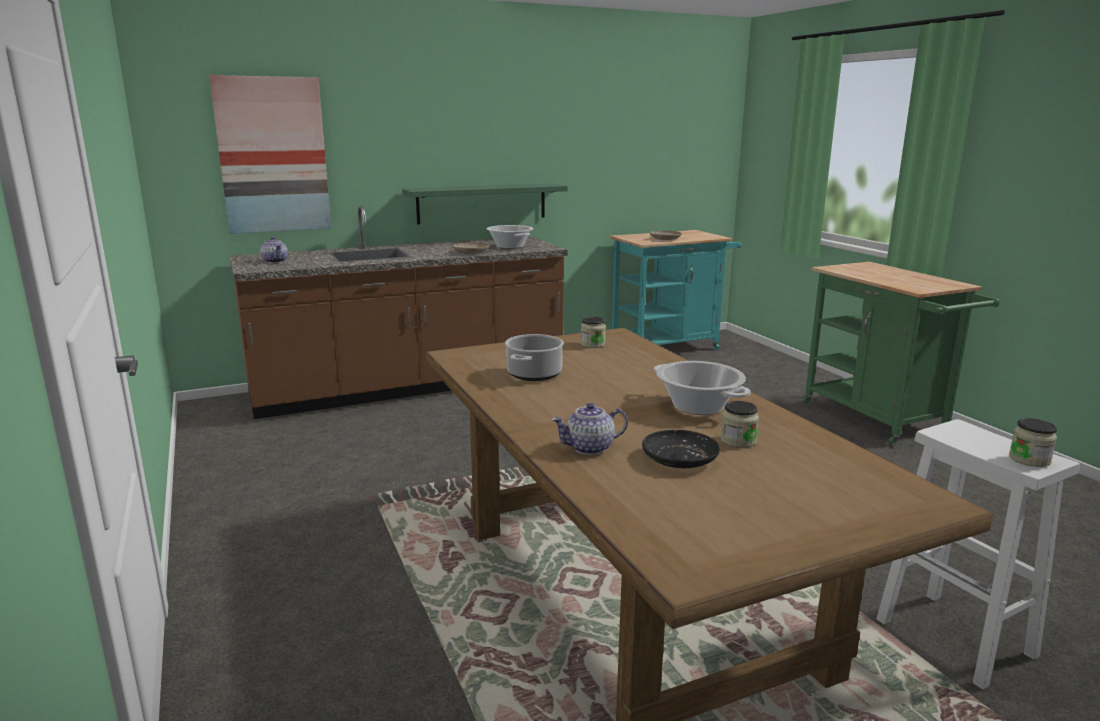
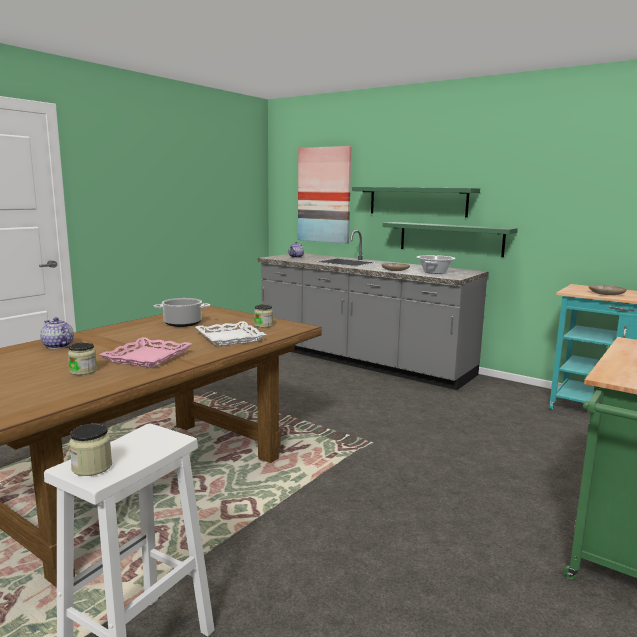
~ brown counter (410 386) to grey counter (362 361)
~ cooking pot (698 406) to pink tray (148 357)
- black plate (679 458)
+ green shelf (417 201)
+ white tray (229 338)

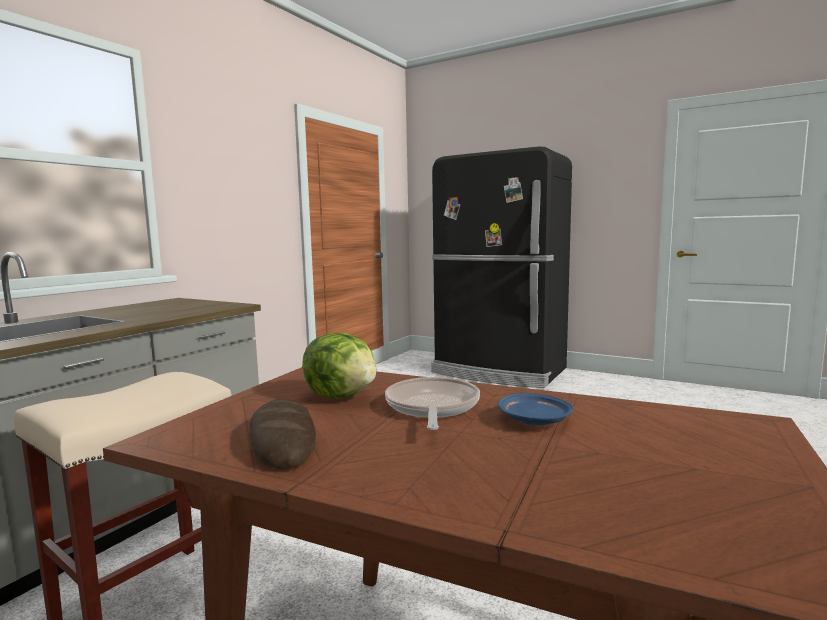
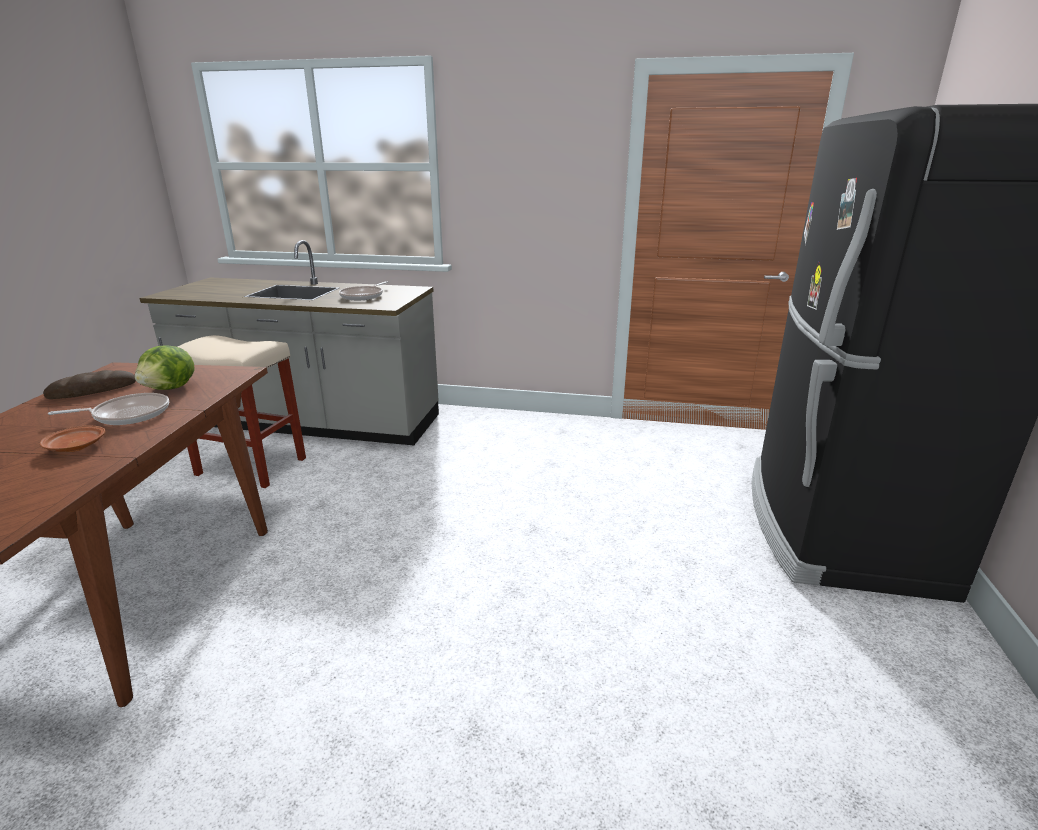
~ blue plate (535 420) to brown plate (75 447)
+ frying pan (363 296)

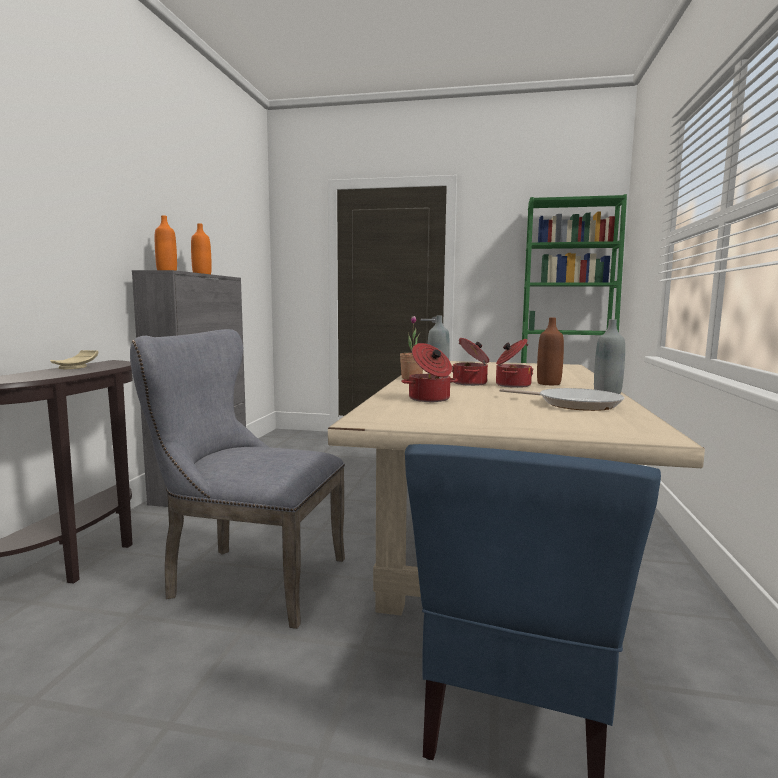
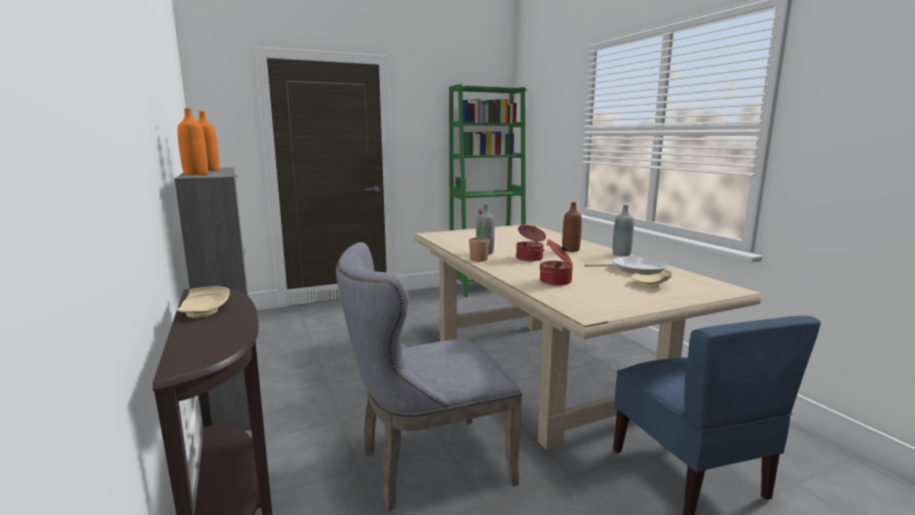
- cooking pot (512 385)
+ beige plate (651 285)

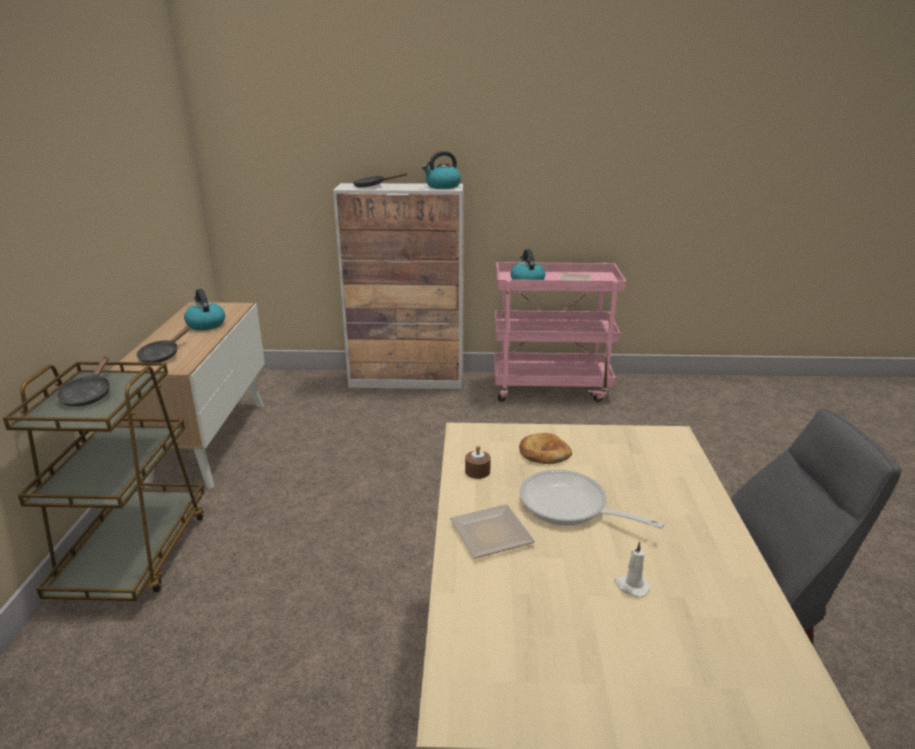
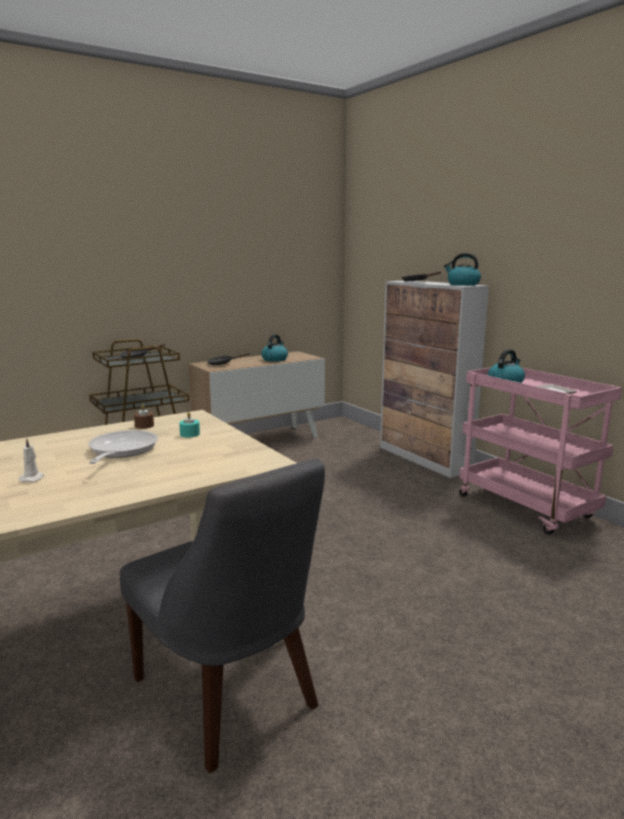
~ bread (544 452) to turquoise candle (190 434)
- plate (489 536)

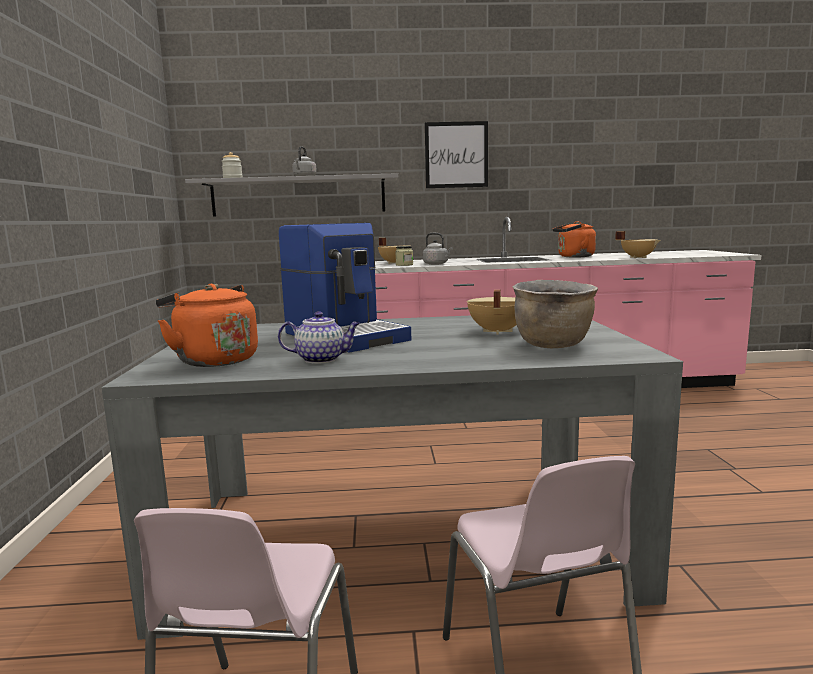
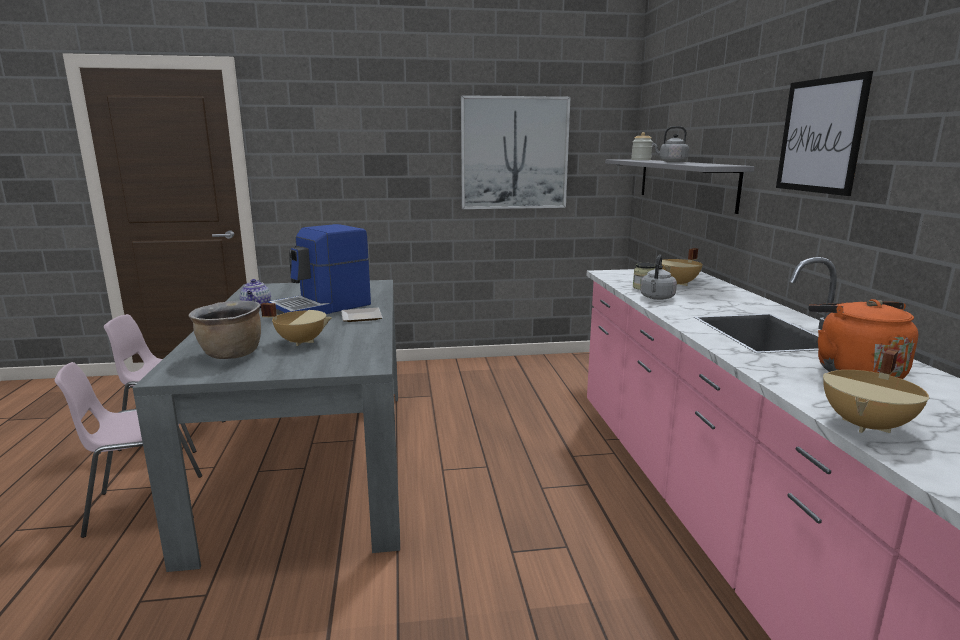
- orange kettle (214 360)
+ picture (514 153)
+ plate (363 317)

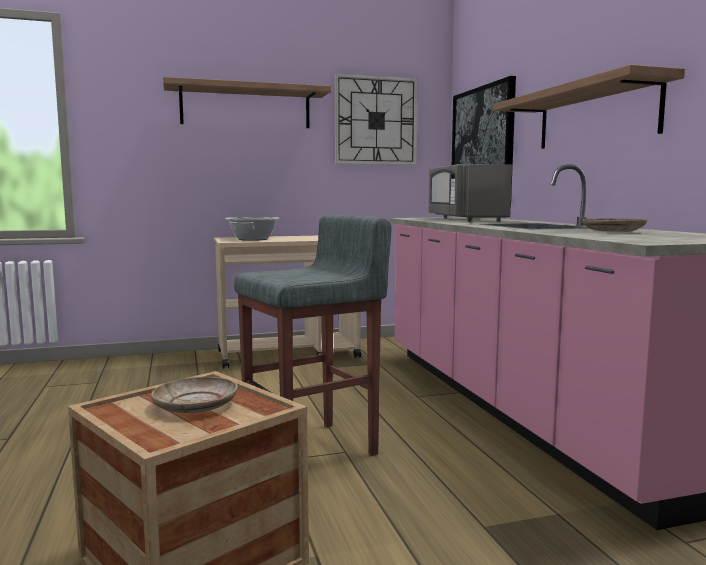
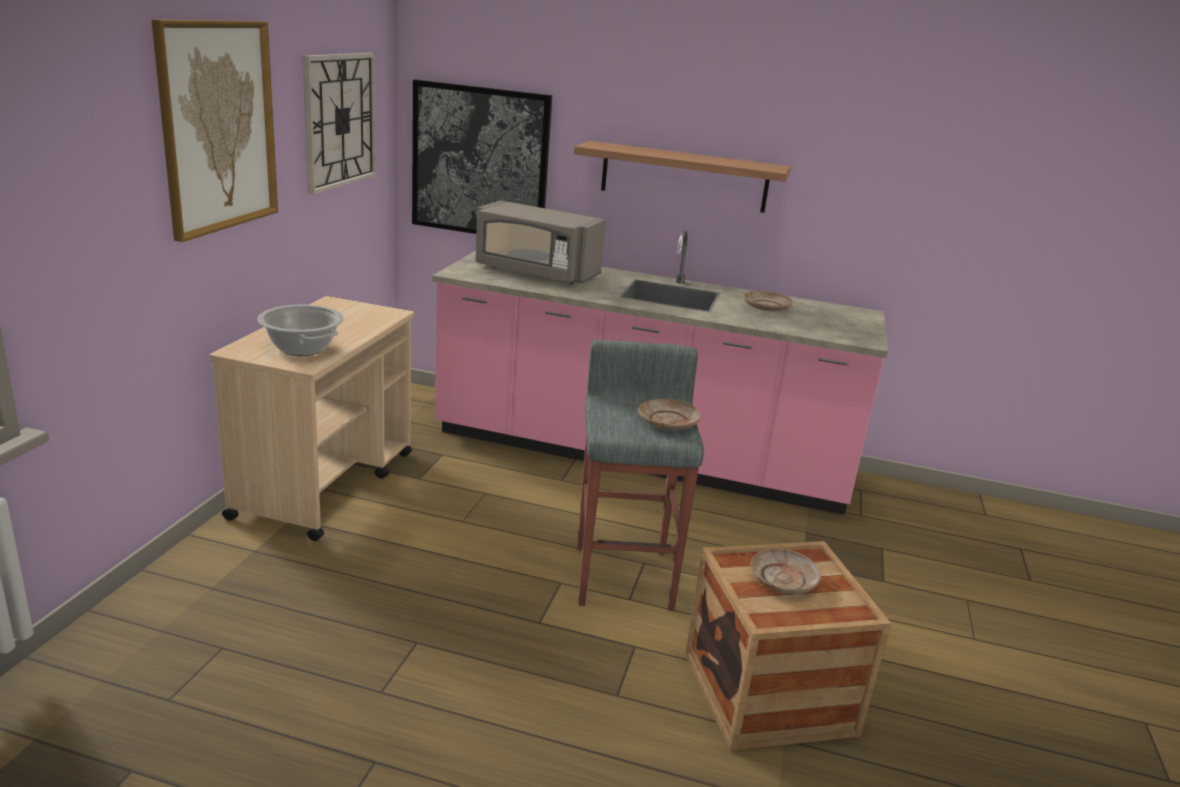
~ shelf (246 107) to picture (218 127)
+ beige plate (668 422)

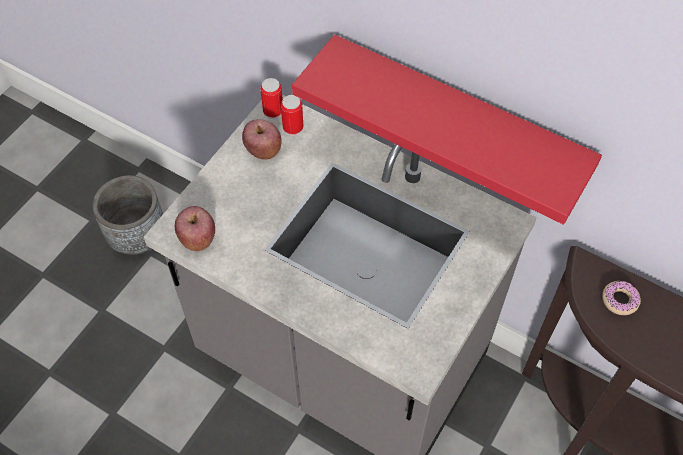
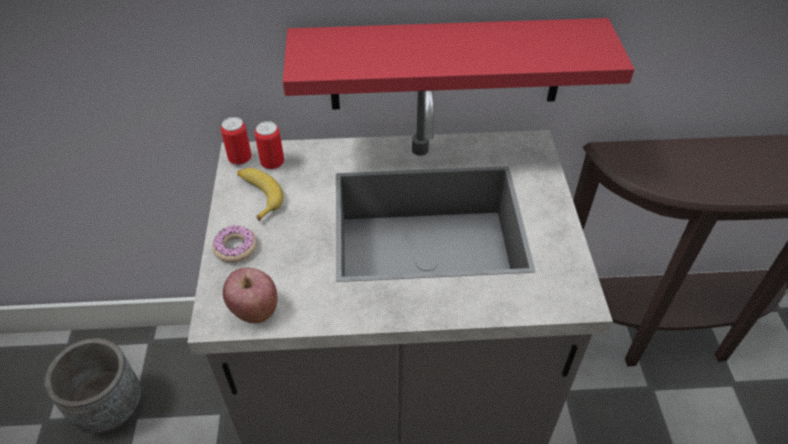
~ apple (263 150) to banana (258 195)
~ donut (619 300) to (235 248)

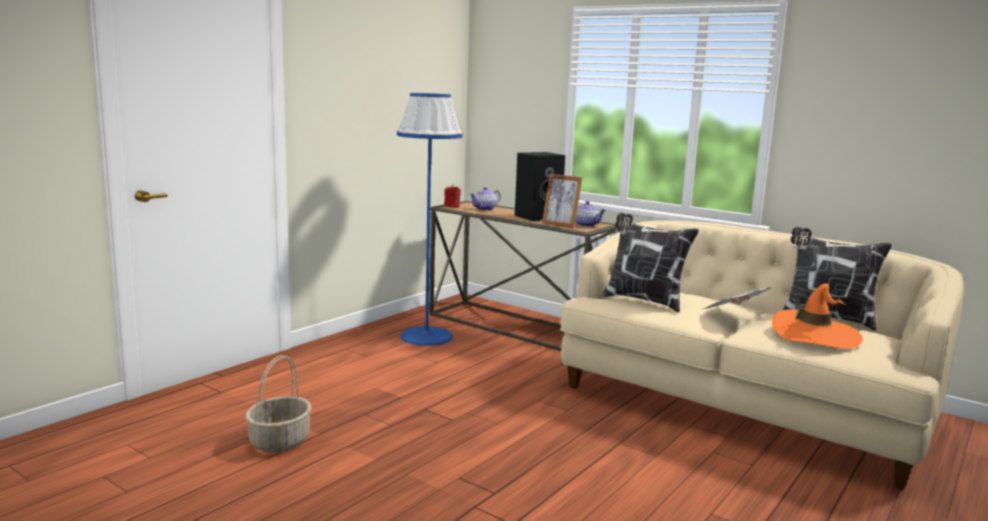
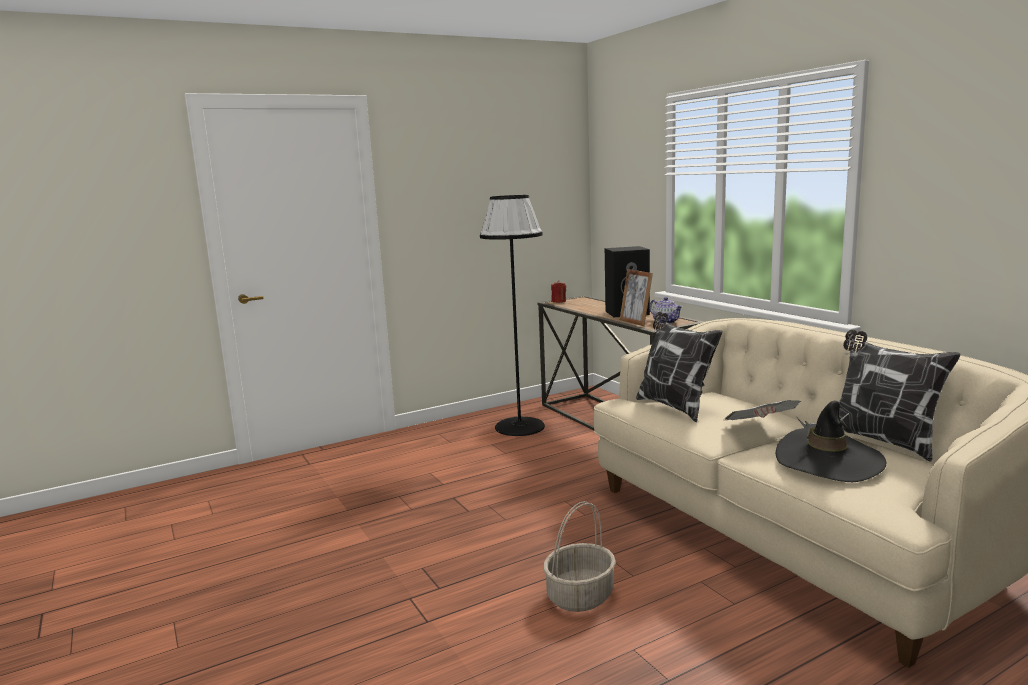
~ blue floor lamp (426 336) to black floor lamp (520 426)
- teapot (484 209)
~ orange hat (815 335) to black hat (828 461)
~ basket (279 441) to (580 595)

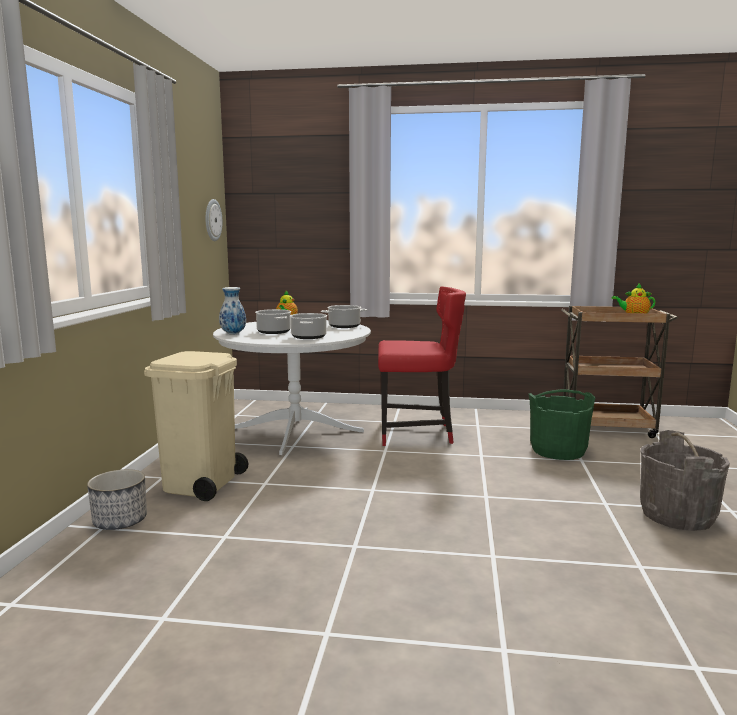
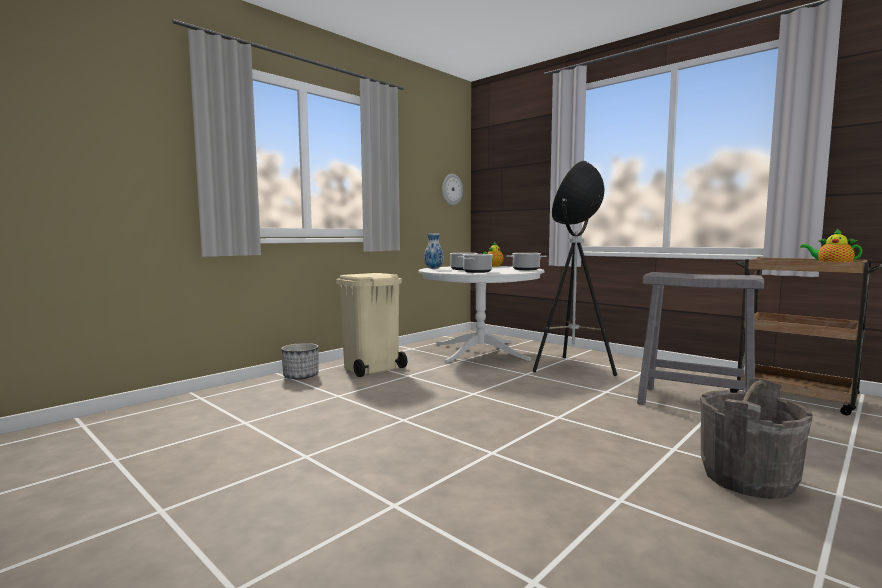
~ red chair (417 434) to floor lamp (573 369)
~ green bucket (558 450) to grey stool (696 403)

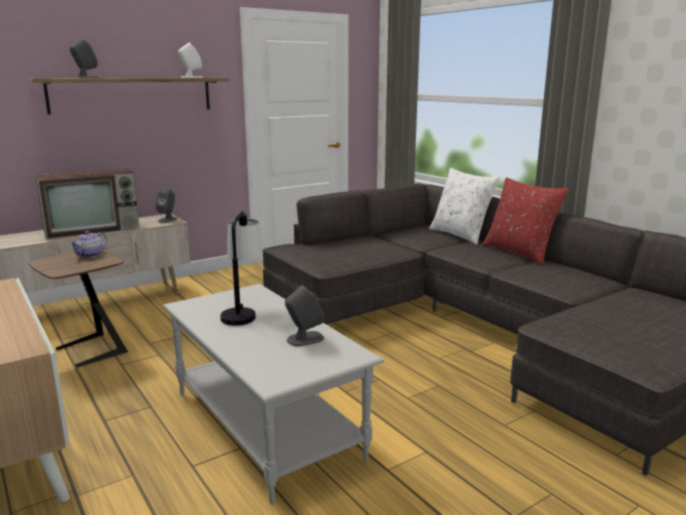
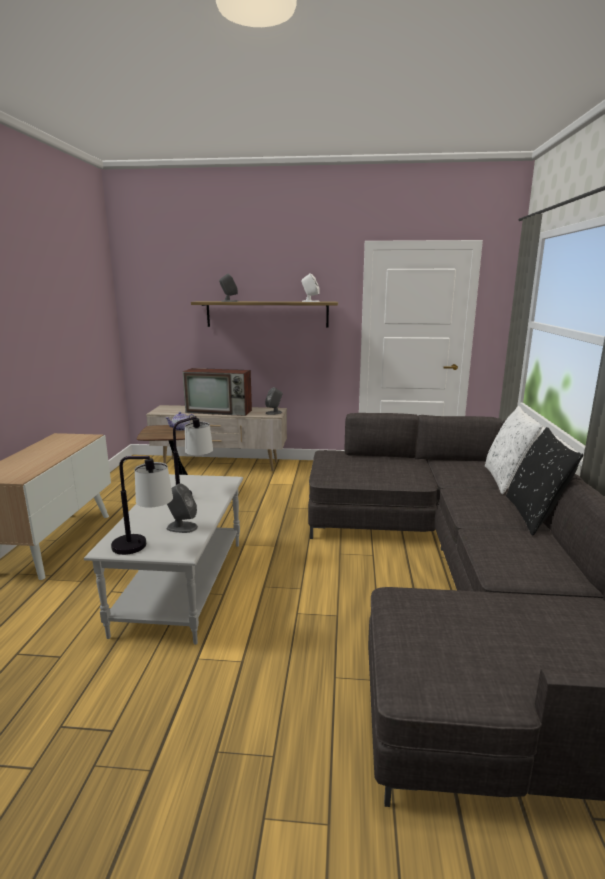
~ red pillow (519 252) to black pillow (534 515)
+ table lamp (144 547)

